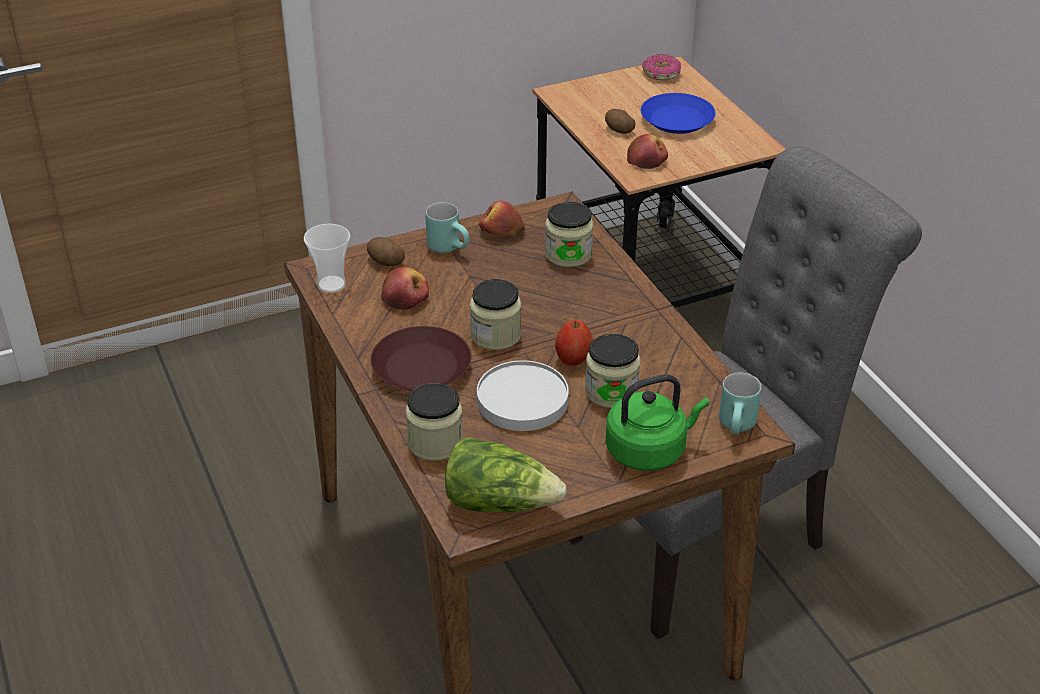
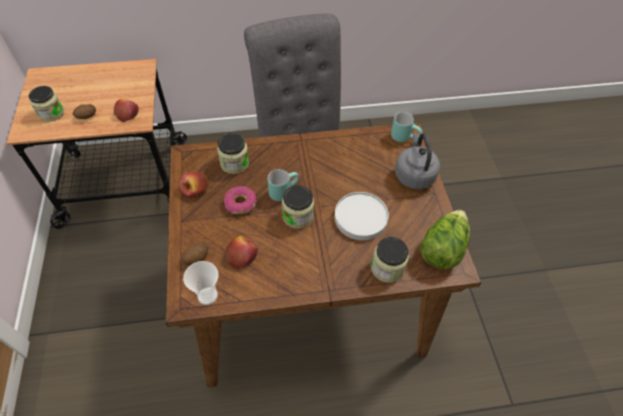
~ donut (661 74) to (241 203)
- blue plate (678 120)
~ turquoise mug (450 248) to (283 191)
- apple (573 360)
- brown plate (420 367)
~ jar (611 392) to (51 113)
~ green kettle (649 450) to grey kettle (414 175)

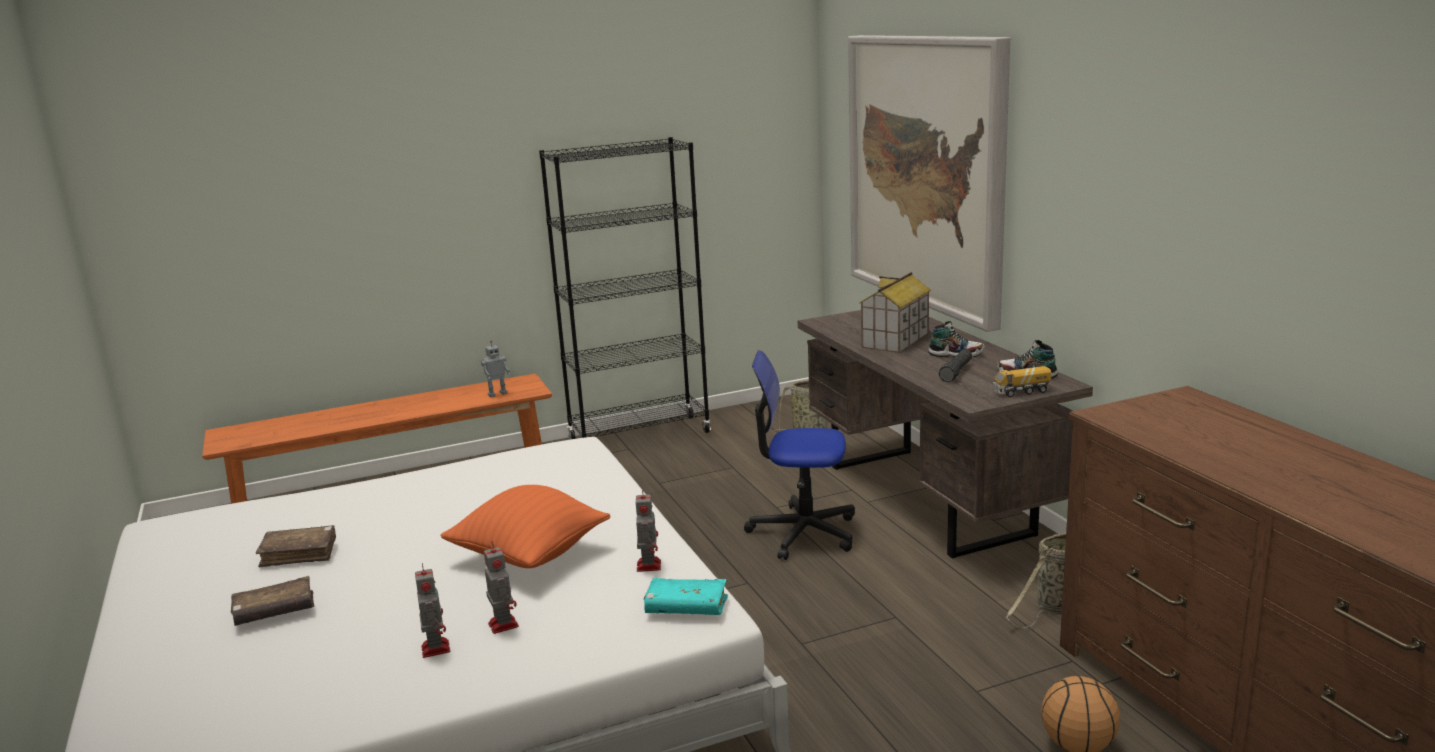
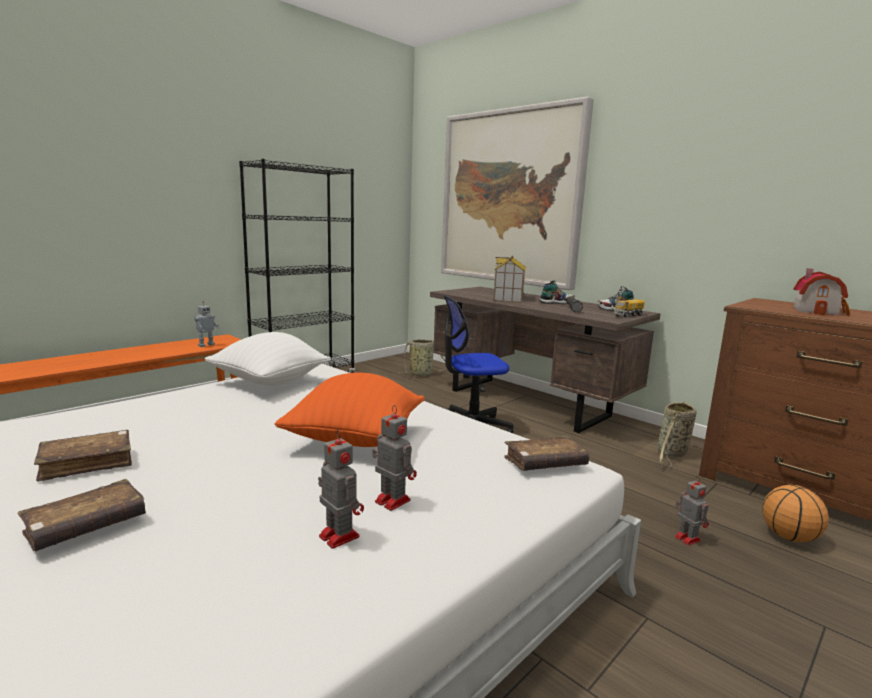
~ toy robot (648 565) to (686 538)
~ turquoise book (686 608) to brown book (545 464)
+ toy house (818 311)
+ white pillow (270 382)

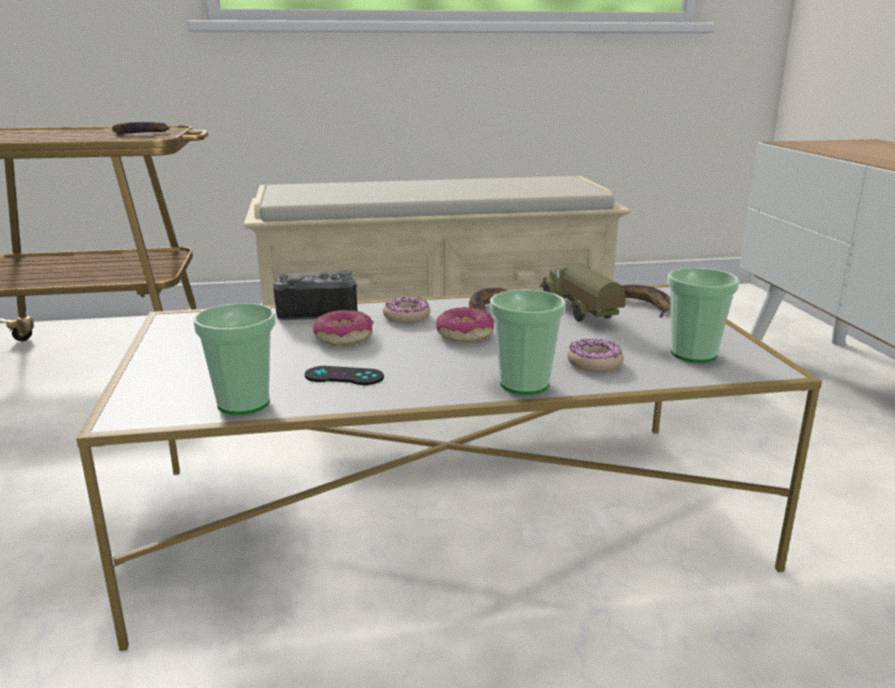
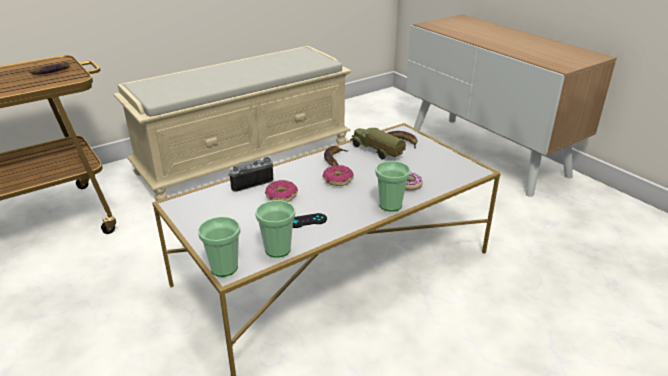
~ cup (693 354) to (224 268)
- donut (406 317)

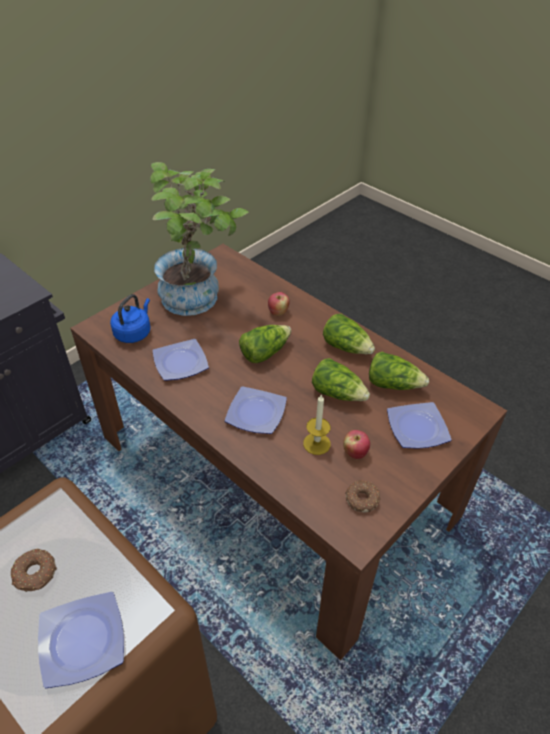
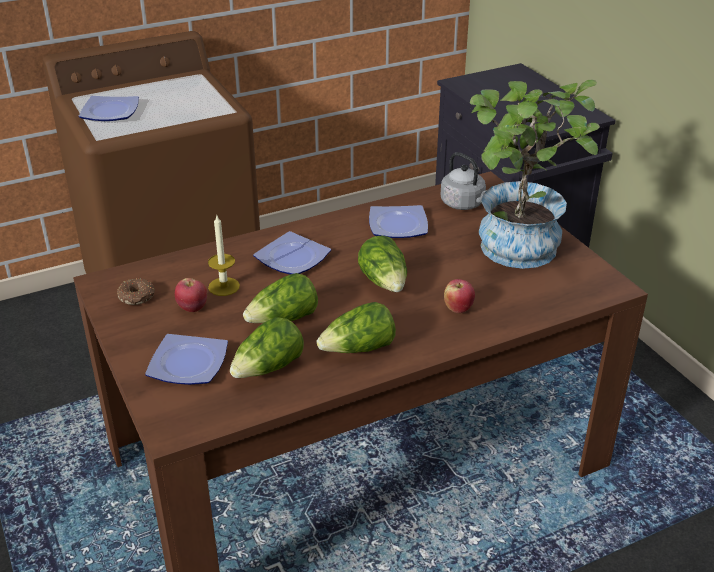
~ blue kettle (134 333) to grey kettle (464 204)
- donut (35 574)

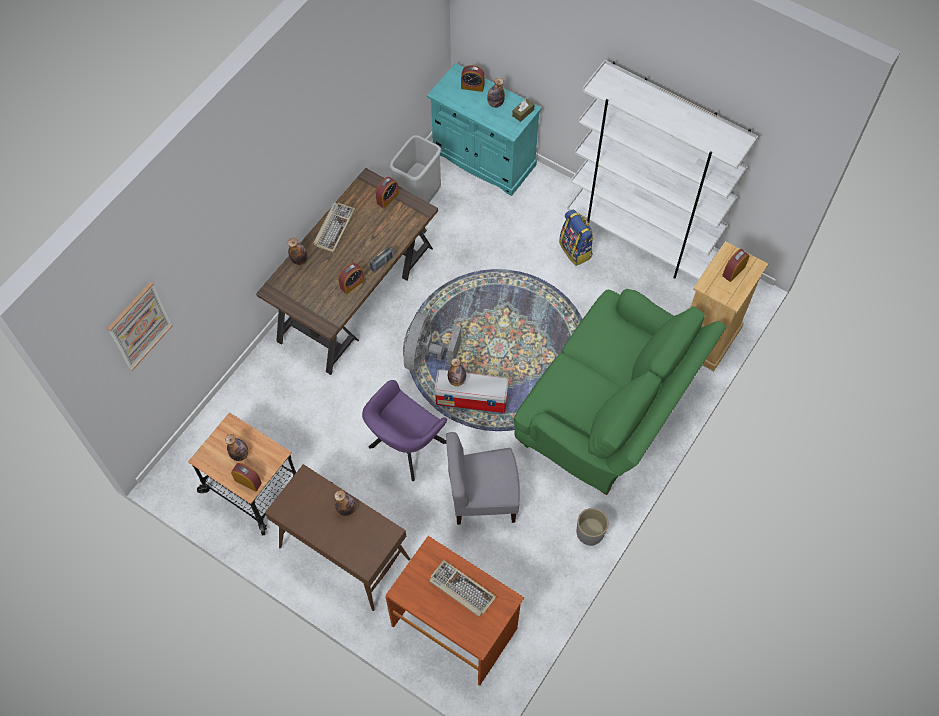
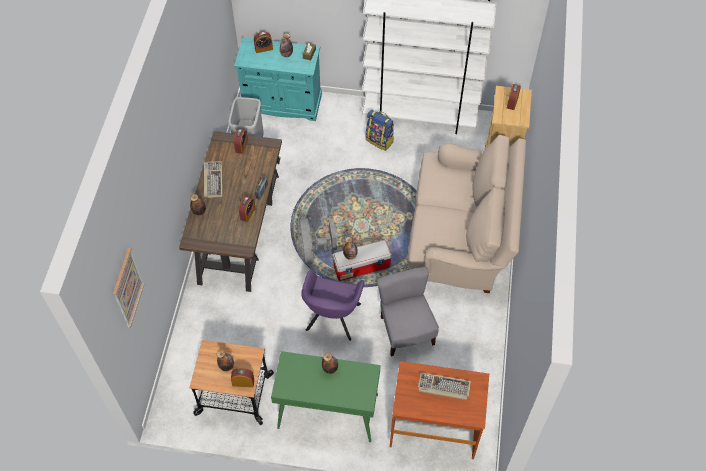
~ green sofa (609 412) to beige sofa (461 238)
~ grey chair (482 498) = (406 331) 105 degrees clockwise
~ brown console table (343 553) to green console table (327 411)
- grey planter (590 533)

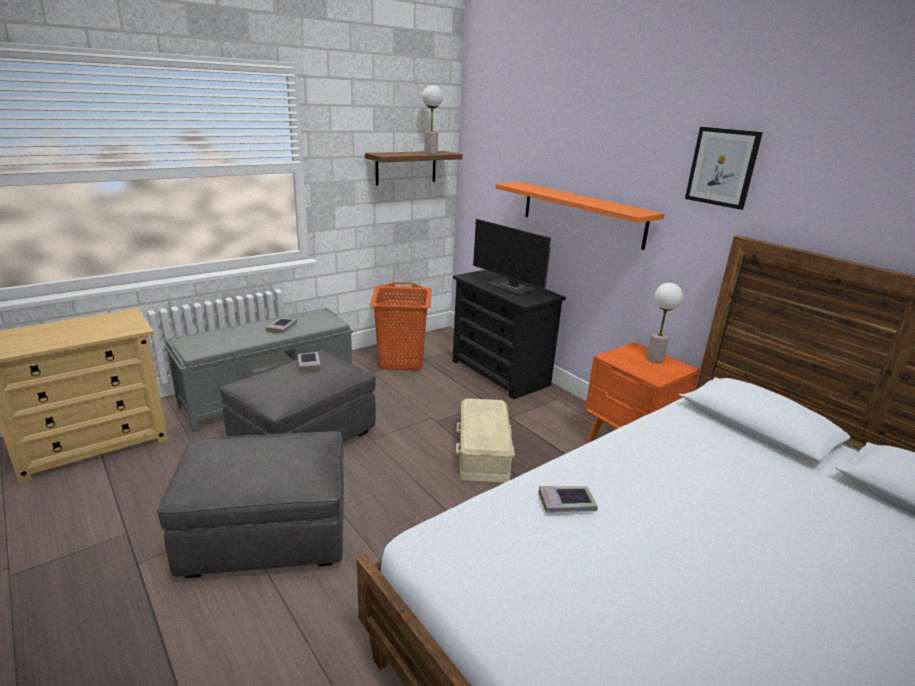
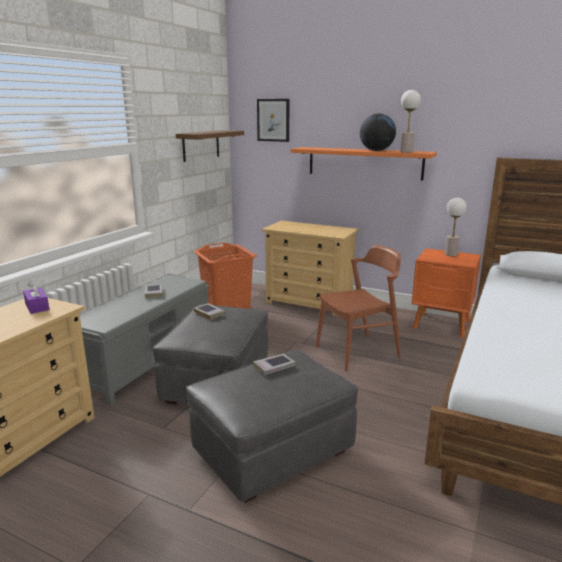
~ table lamp (430 153) to (406 152)
~ picture (722 167) to (273 120)
- monitor (512 287)
~ black dresser (500 373) to beige dresser (309 302)
~ beige storage box (484 451) to brown chair (357 351)
~ book (566 503) to (274 367)
+ globe (376 150)
+ purple tissue box (37 306)

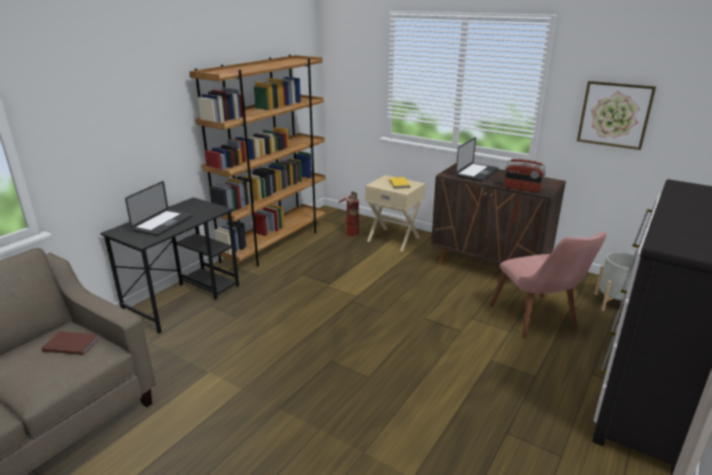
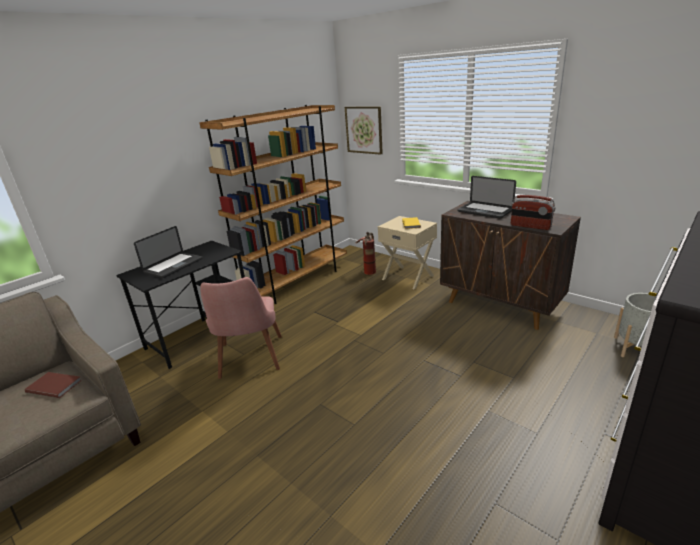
~ picture (614 114) to (364 130)
~ laptop (477 173) = (484 211) 90 degrees clockwise
~ pink chair (539 321) to (250 362)

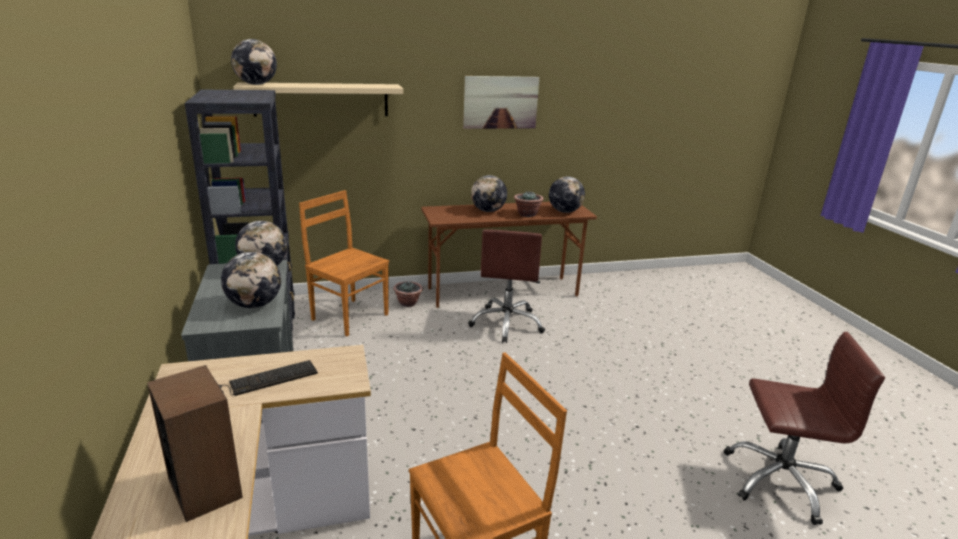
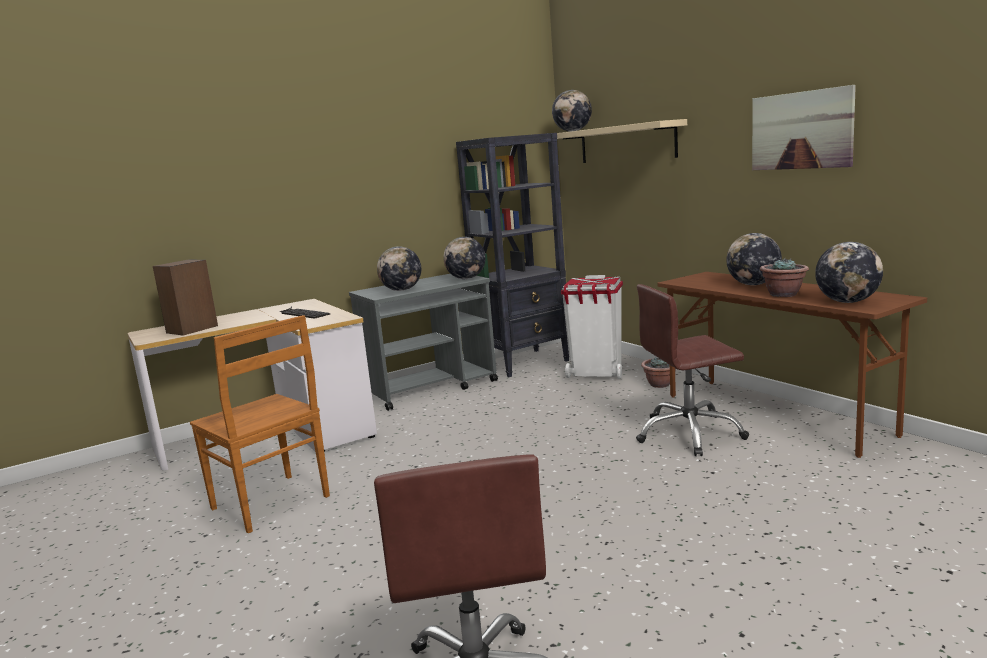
~ brown chair (348 316) to white trash can (596 374)

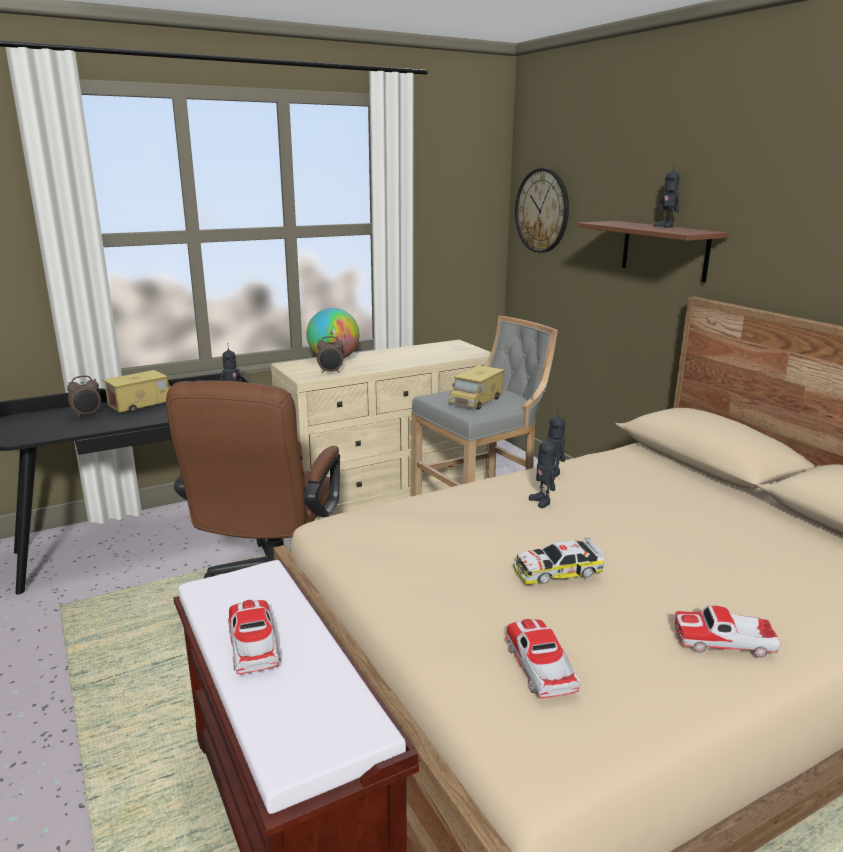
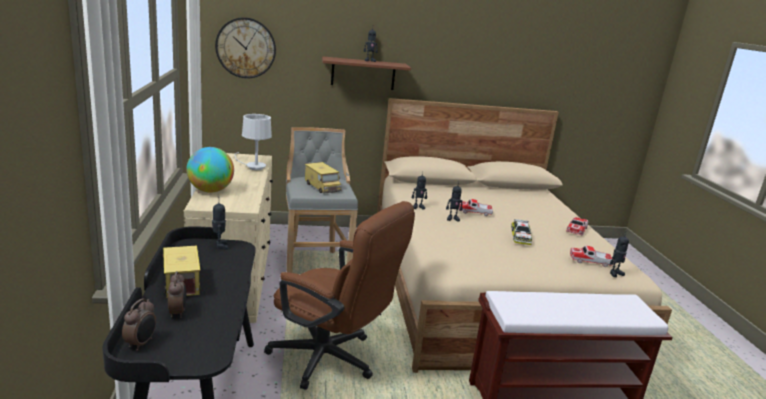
~ alarm clock (330 372) to (141 343)
~ toy car (254 646) to (474 212)
+ white table lamp (252 166)
+ toy robot (615 273)

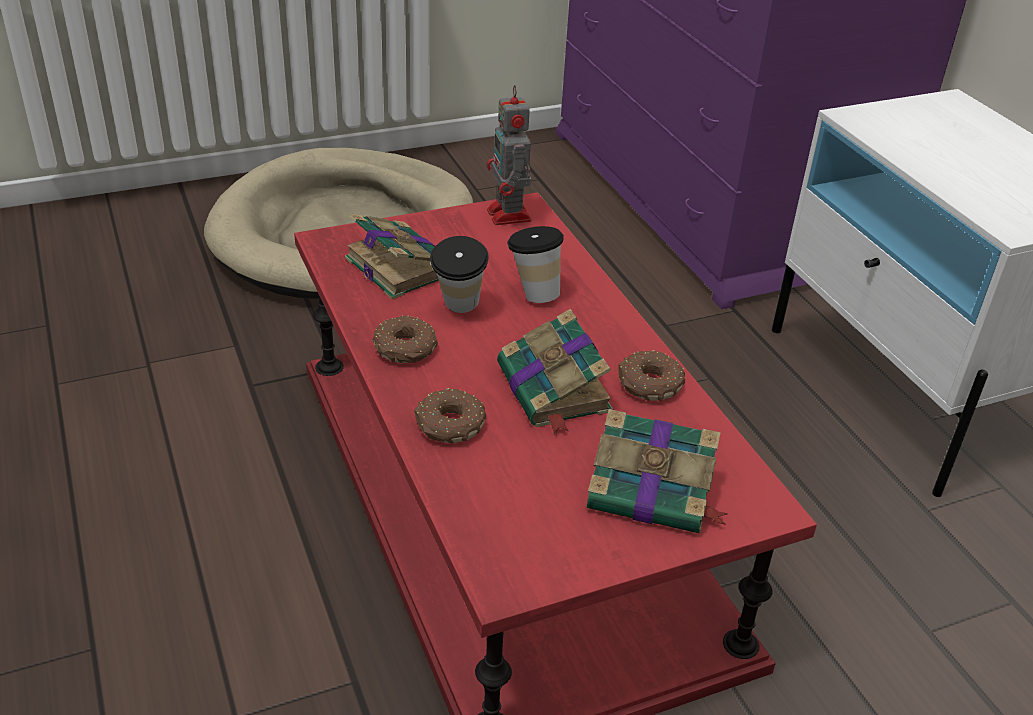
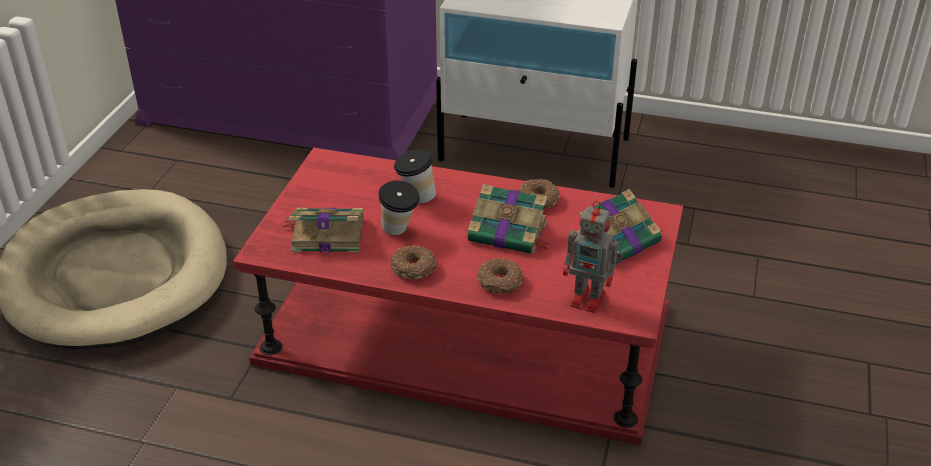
~ toy robot (509 216) to (590 300)

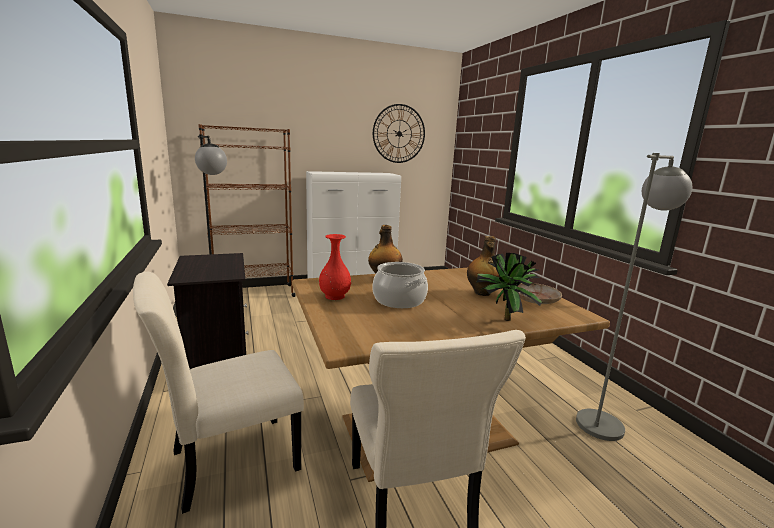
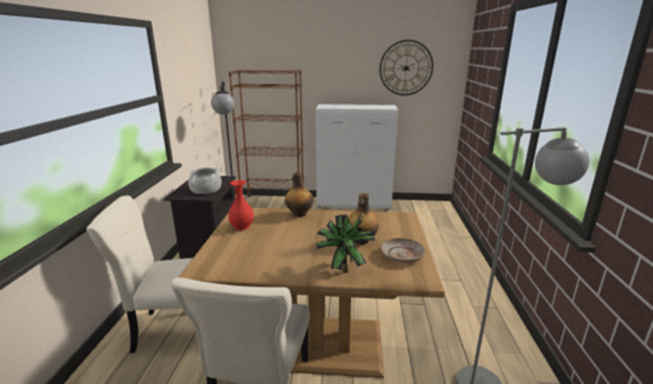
~ cooking pot (399 300) to (205 189)

